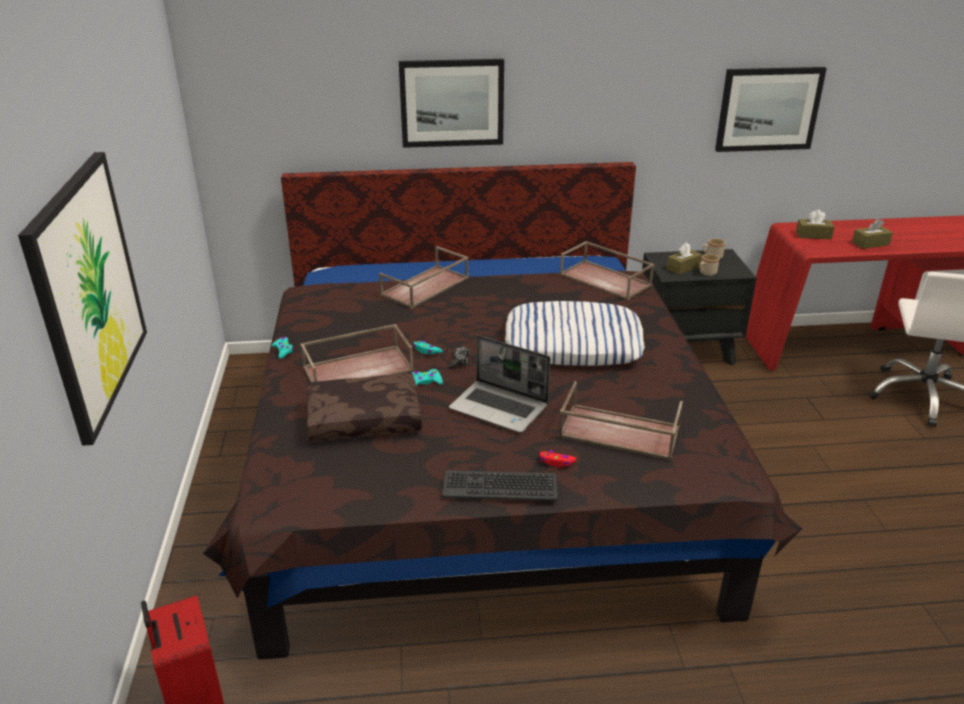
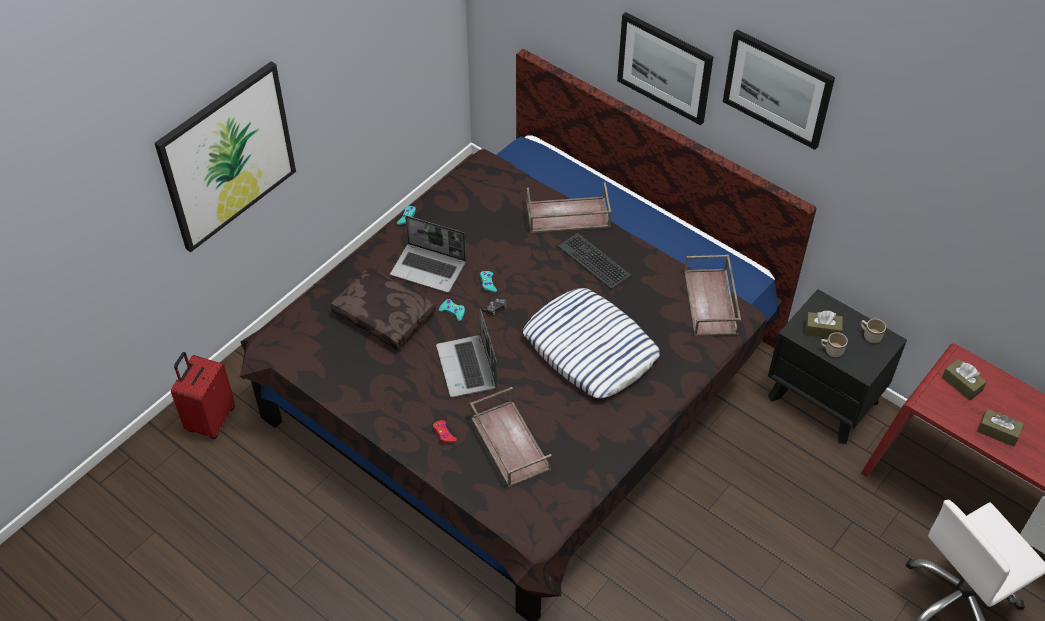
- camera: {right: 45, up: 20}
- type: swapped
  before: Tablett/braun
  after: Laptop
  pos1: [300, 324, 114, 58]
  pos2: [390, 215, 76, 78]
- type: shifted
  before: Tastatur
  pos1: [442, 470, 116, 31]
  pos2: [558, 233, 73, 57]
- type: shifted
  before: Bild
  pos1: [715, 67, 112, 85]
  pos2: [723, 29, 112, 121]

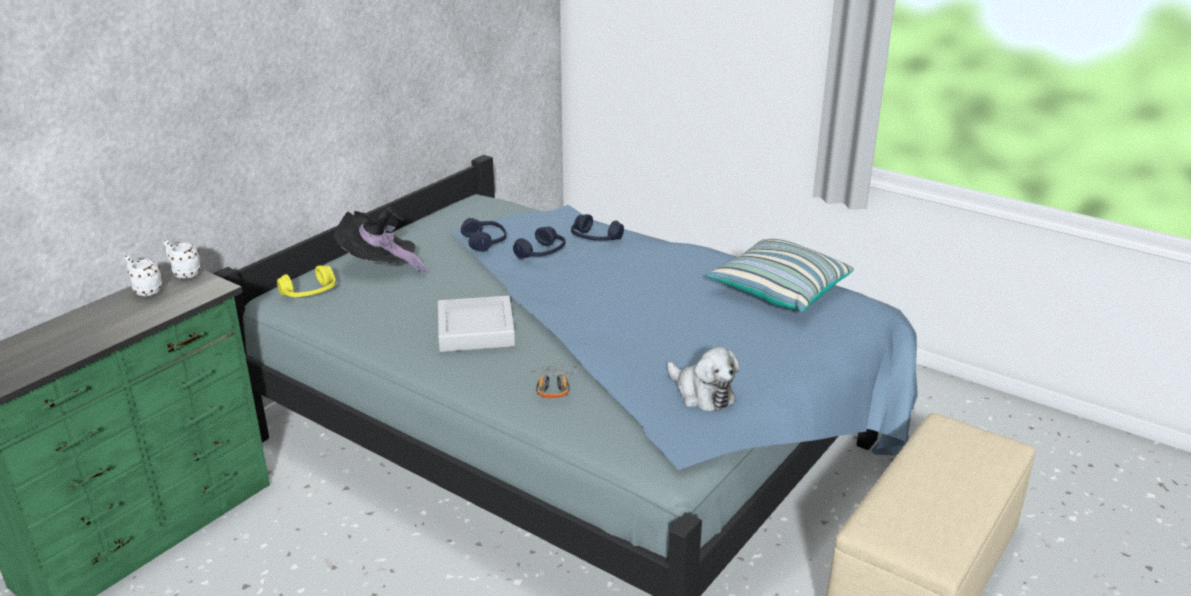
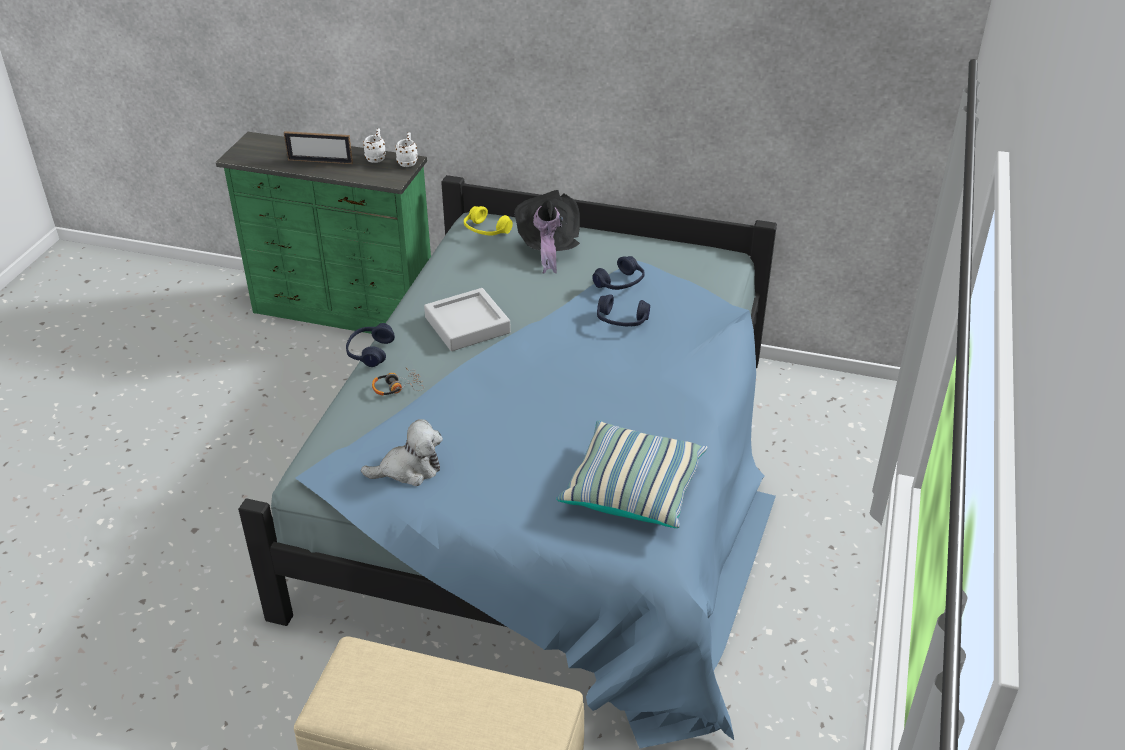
- camera: {right: 70, up: 10}
- type: new
  after: Bilderrahmen
  pos2: [284, 131, 69, 33]
- type: shifted
  before: Kopfhörer/blau
  pos1: [571, 214, 53, 27]
  pos2: [346, 323, 49, 44]
- type: rotated
  before: Plüschtier
  pos1: [667, 347, 73, 64]
  pos2: [361, 419, 82, 67]
  turn: -135

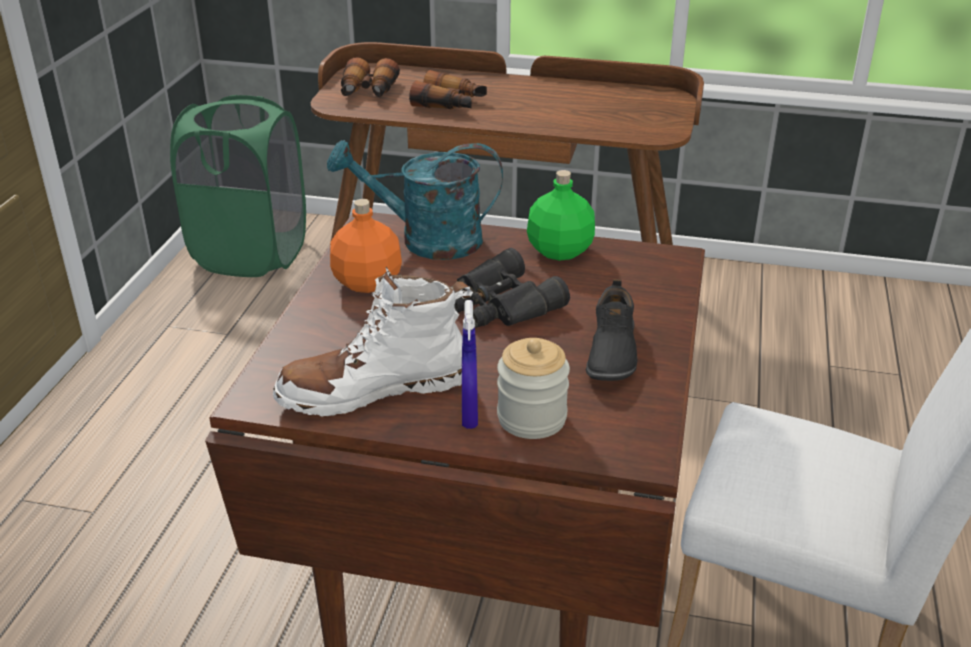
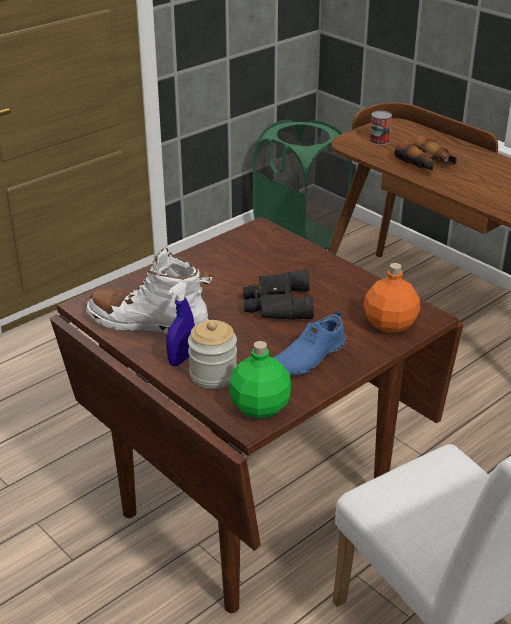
- camera: {right: 35, up: 0}
- type: shifted
  before: Flasche/grün
  pos1: [527, 170, 68, 91]
  pos2: [229, 341, 62, 77]
- type: repainted
  before: Schuh/schwarz
  after: Schuh/blau
  pos1: [586, 279, 51, 102]
  pos2: [273, 310, 73, 65]
- type: shifted
  before: Flasche/orange
  pos1: [330, 199, 72, 94]
  pos2: [363, 263, 57, 70]
- type: swapped
  before: Fernglas
  after: Dose
  pos1: [341, 57, 59, 40]
  pos2: [370, 111, 22, 34]
- type: gone
  before: Gießkanne/türkis
  pos1: [327, 140, 176, 120]

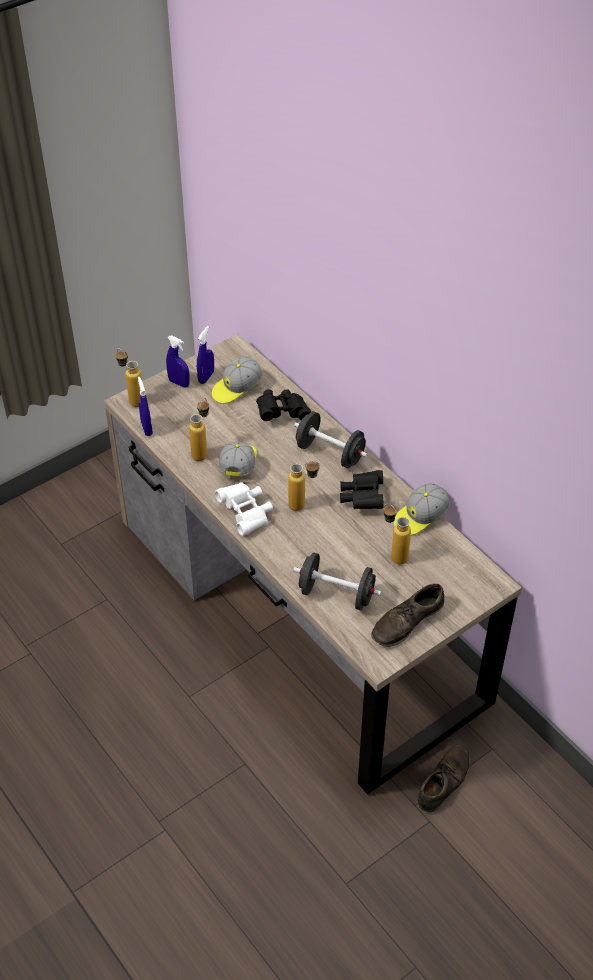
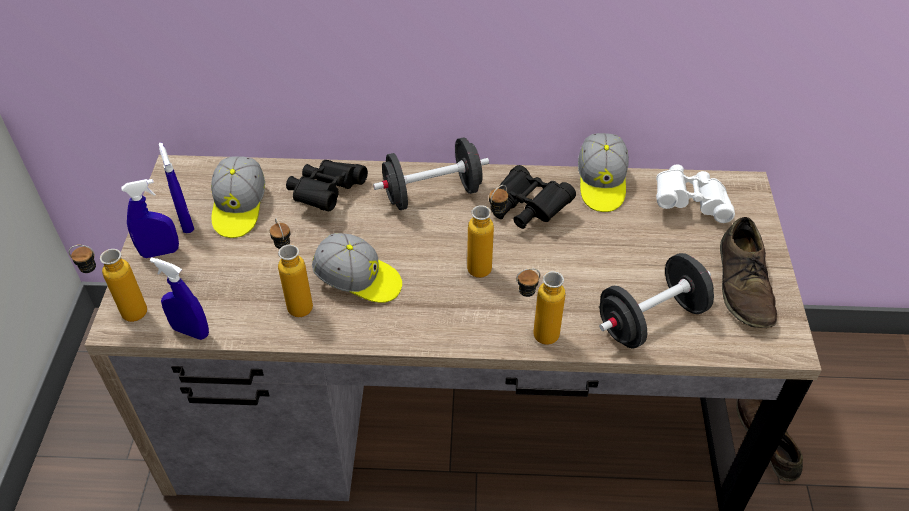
- camera: {right: -50, up: 0}
- type: rotated
  before: Kappe
  pos1: [219, 442, 38, 34]
  pos2: [312, 233, 90, 70]
  turn: 150
- type: shifted
  before: Flasche
  pos1: [384, 504, 27, 60]
  pos2: [516, 268, 49, 77]
- type: shifted
  before: Fernglas/weiß
  pos1: [215, 482, 58, 54]
  pos2: [656, 164, 79, 59]

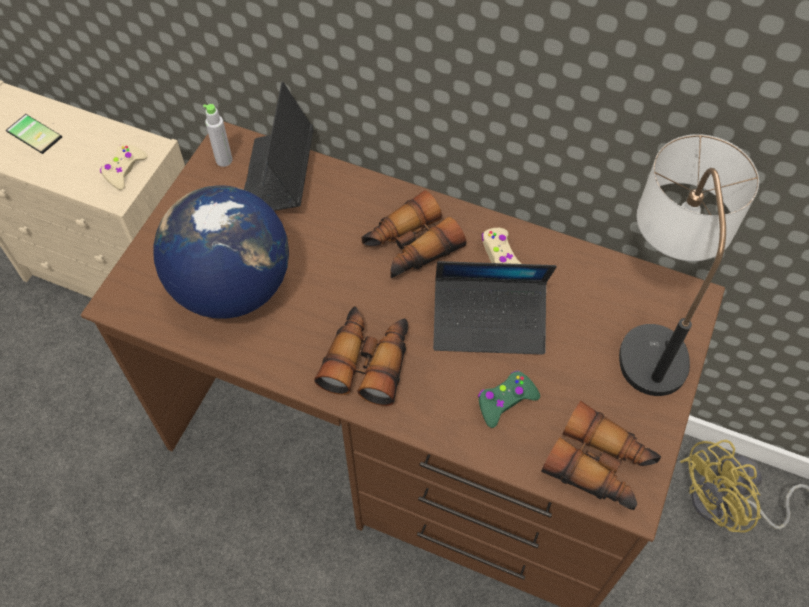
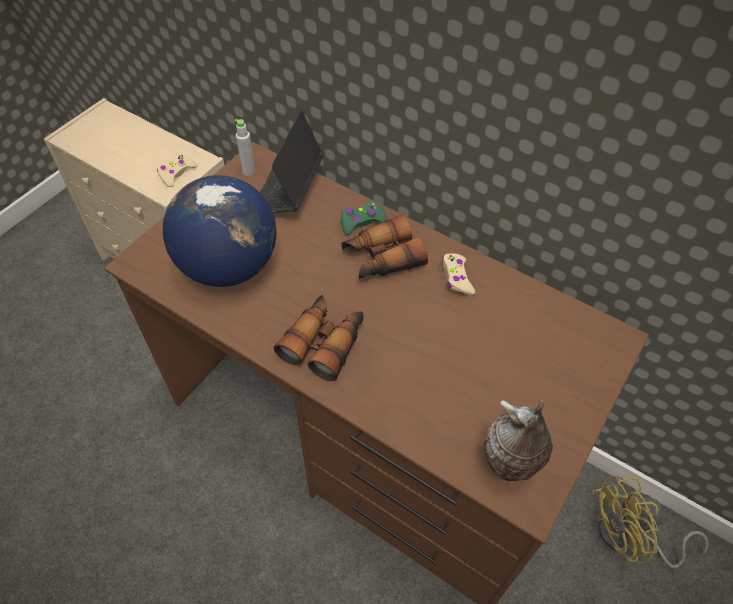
- camera: {right: 10, up: -5}
- type: shifted
  before: Gamepad/grün
  pos1: [478, 371, 62, 57]
  pos2: [341, 201, 47, 34]
- type: swapped
  before: Fernglas
  after: Vase
  pos1: [541, 401, 120, 109]
  pos2: [484, 400, 69, 81]
- type: gone
  before: Handy
  pos1: [6, 114, 56, 40]
- type: gone
  before: Laptop
  pos1: [433, 261, 124, 94]
- type: gone
  before: Tischlampe
  pos1: [619, 134, 140, 262]

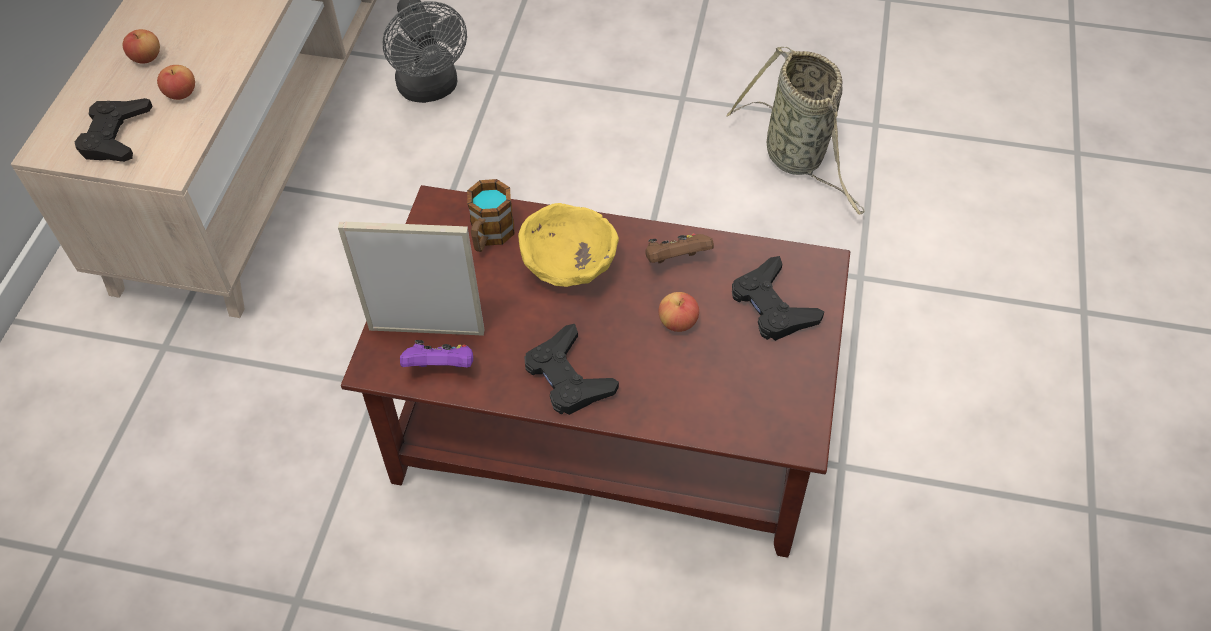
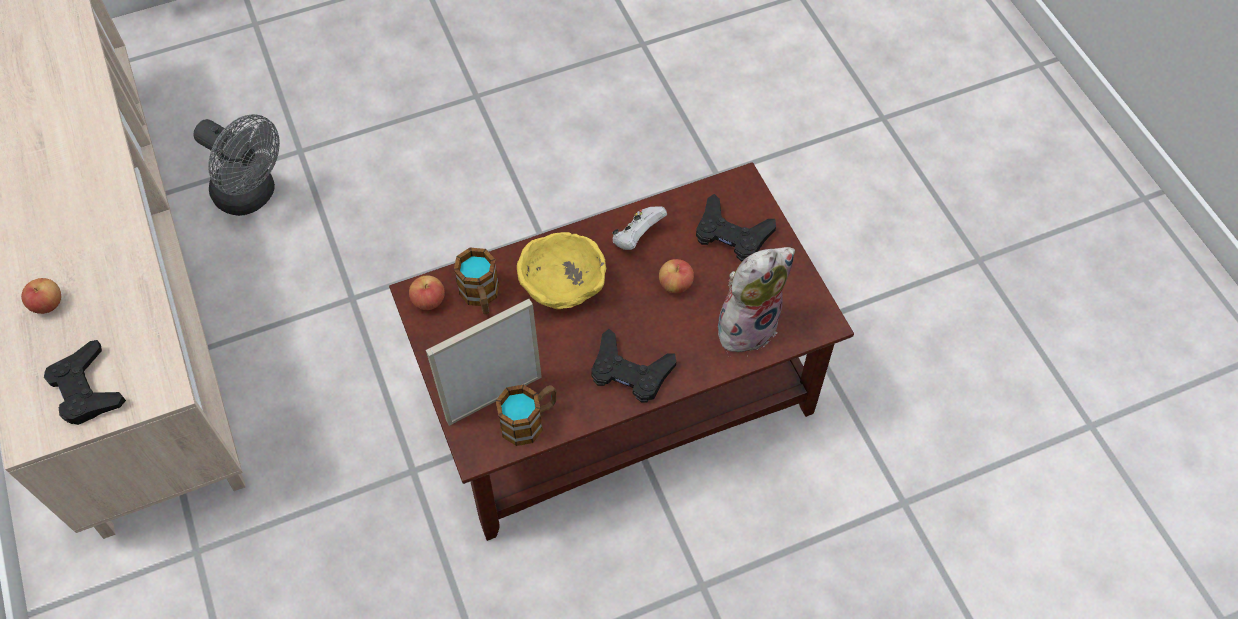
- camera: {right: -35, up: 5}
- type: shifted
  before: Apfel
  pos1: [157, 65, 38, 35]
  pos2: [409, 276, 36, 34]
- type: swapped
  before: Gamepad/lila
  after: Henkelbecher
  pos1: [400, 340, 73, 28]
  pos2: [496, 384, 60, 62]
- type: repainted
  before: Gamepad/braun
  after: Gamepad/weiß
  pos1: [645, 233, 69, 30]
  pos2: [612, 207, 55, 43]
- type: new
  after: Plüschtier
  pos2: [718, 247, 77, 105]
- type: gone
  before: Korb
  pos1: [726, 47, 139, 168]

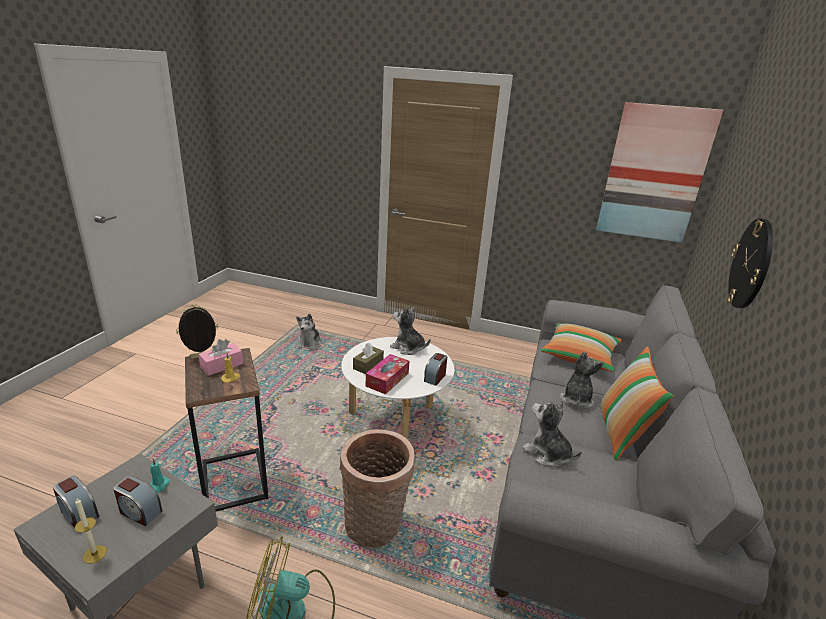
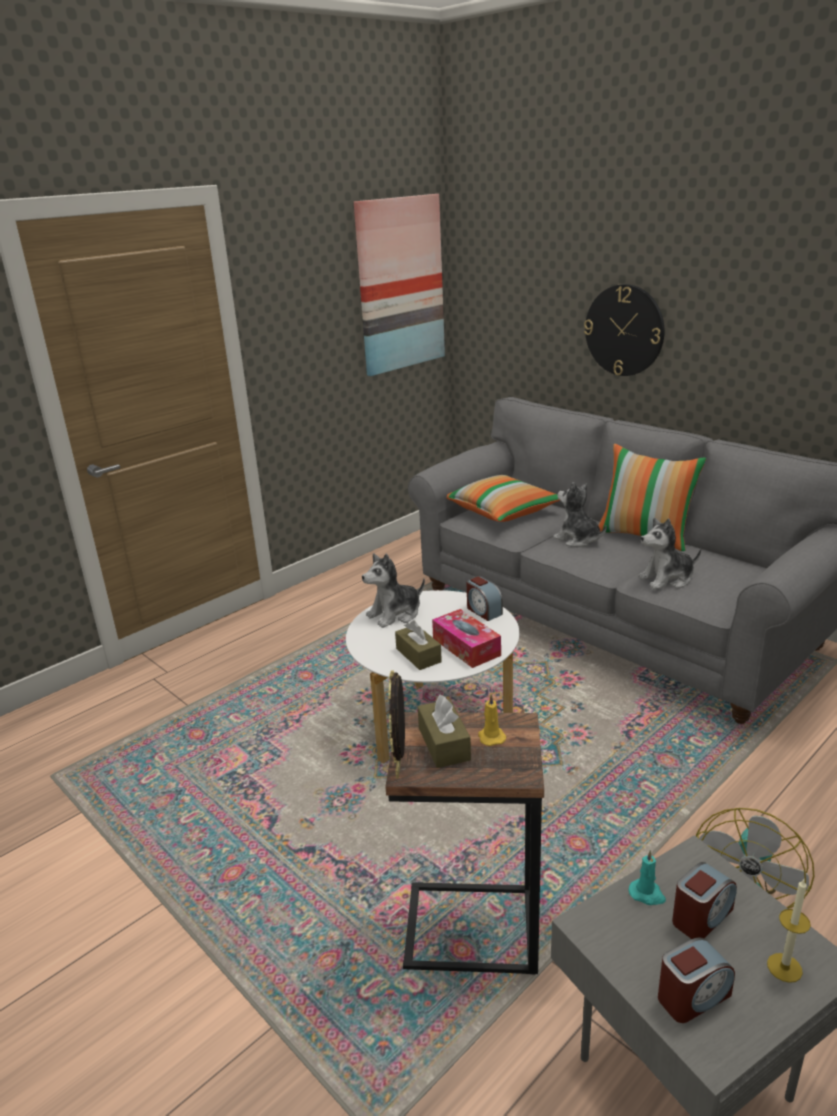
- camera: {right: -60, up: 0}
- type: repainted
  before: Taschentuchbox/rosa
  after: Taschentuchbox/braun
  pos1: [198, 339, 45, 37]
  pos2: [418, 694, 53, 74]
- type: gone
  before: Plüschtier
  pos1: [296, 314, 25, 36]
- type: gone
  before: Korb
  pos1: [339, 429, 76, 119]

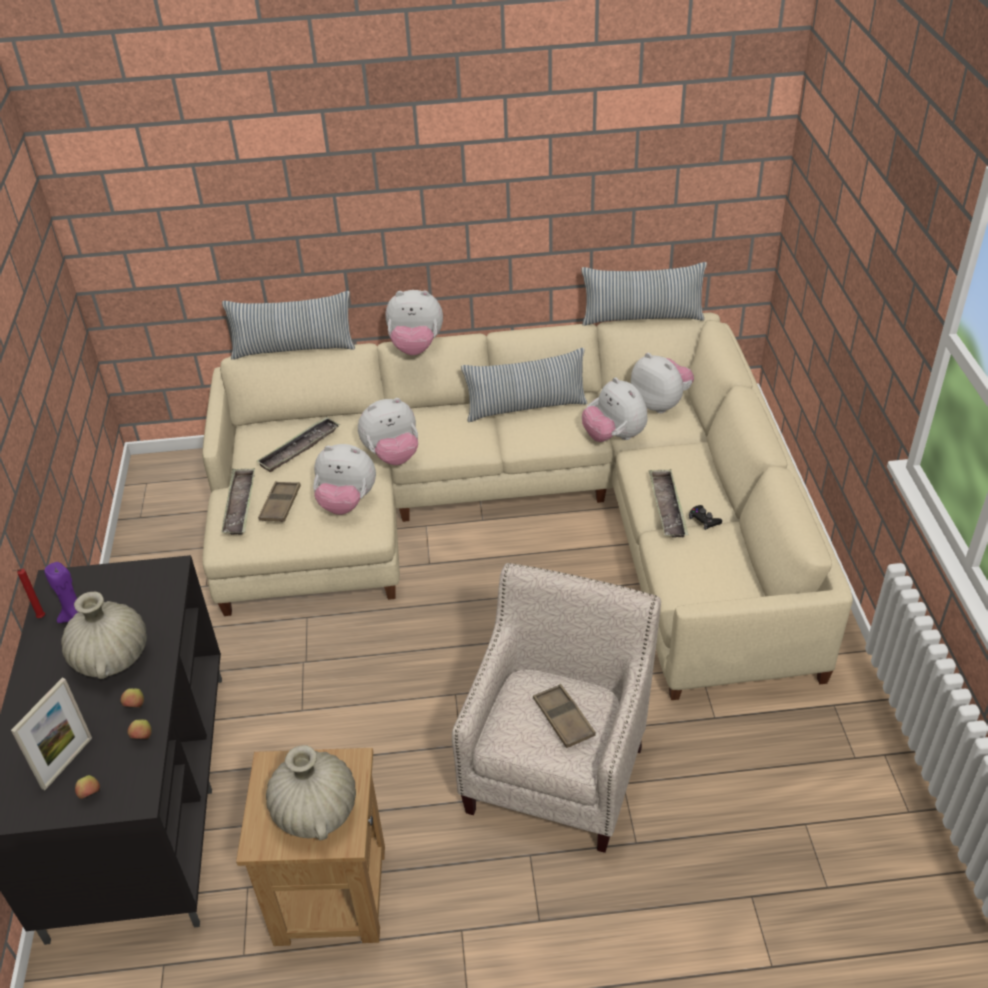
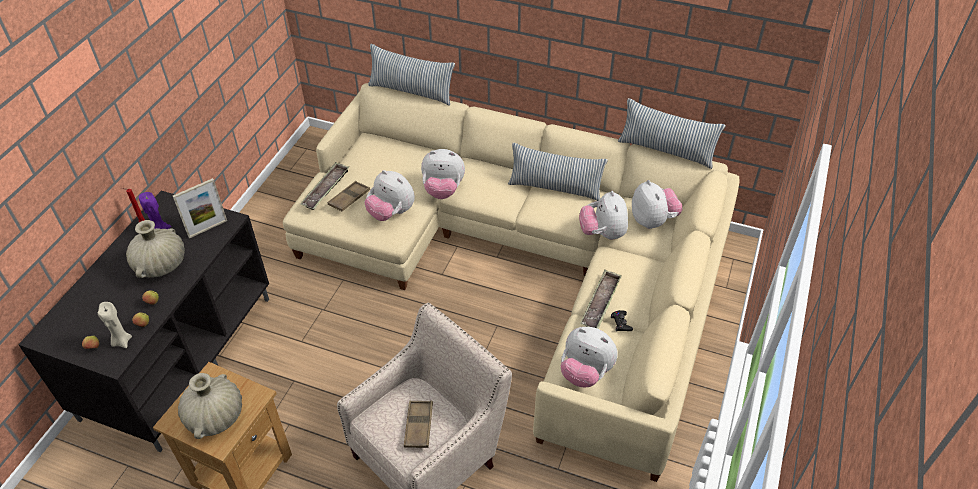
- camera: {right: 25, up: 5}
- type: new
  after: Kerze/beige
  pos2: [98, 302, 34, 46]
- type: shifted
  before: Bilderrahmen
  pos1: [11, 678, 81, 112]
  pos2: [173, 178, 54, 60]
- type: shifted
  before: Plüschtier
  pos1: [386, 290, 57, 65]
  pos2: [561, 327, 56, 61]
- type: gone
  before: Tablett
  pos1: [257, 417, 83, 55]

